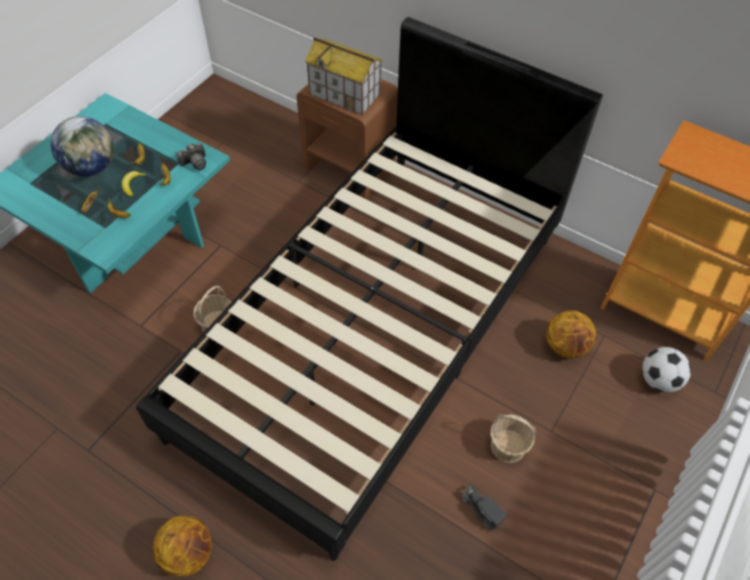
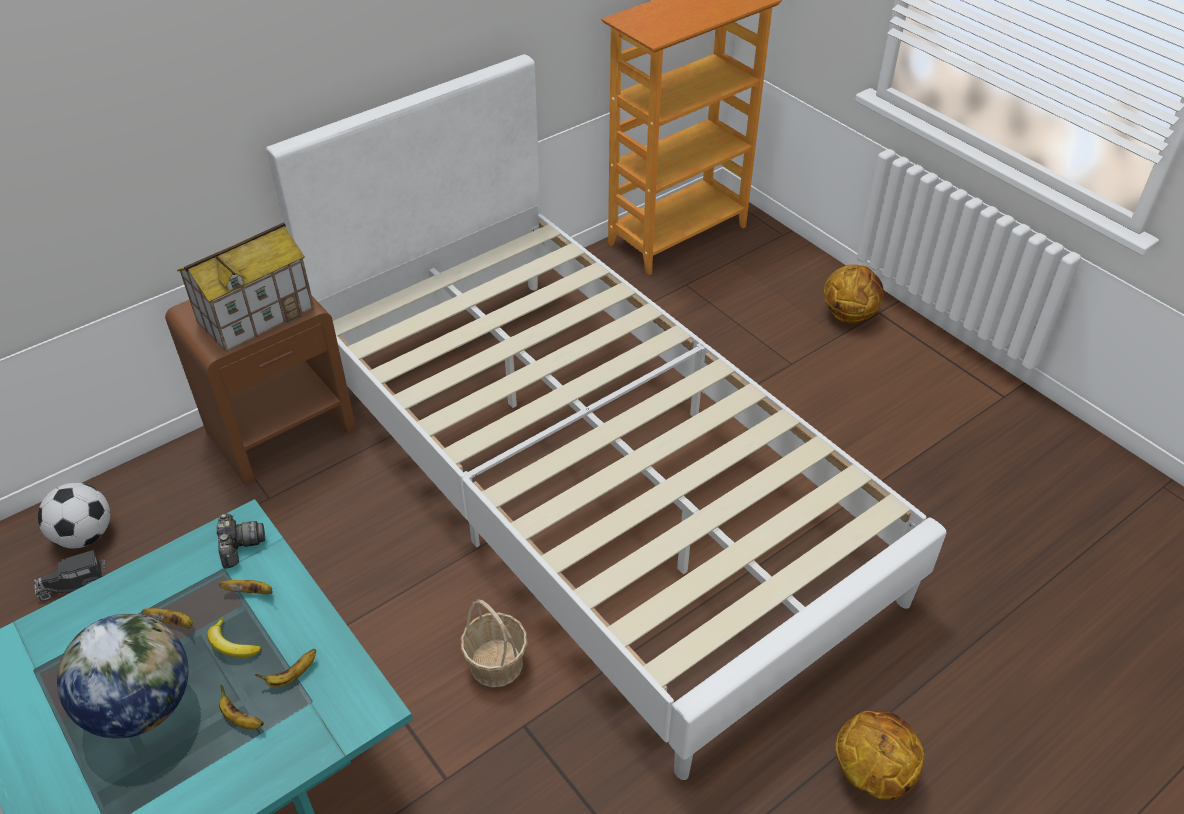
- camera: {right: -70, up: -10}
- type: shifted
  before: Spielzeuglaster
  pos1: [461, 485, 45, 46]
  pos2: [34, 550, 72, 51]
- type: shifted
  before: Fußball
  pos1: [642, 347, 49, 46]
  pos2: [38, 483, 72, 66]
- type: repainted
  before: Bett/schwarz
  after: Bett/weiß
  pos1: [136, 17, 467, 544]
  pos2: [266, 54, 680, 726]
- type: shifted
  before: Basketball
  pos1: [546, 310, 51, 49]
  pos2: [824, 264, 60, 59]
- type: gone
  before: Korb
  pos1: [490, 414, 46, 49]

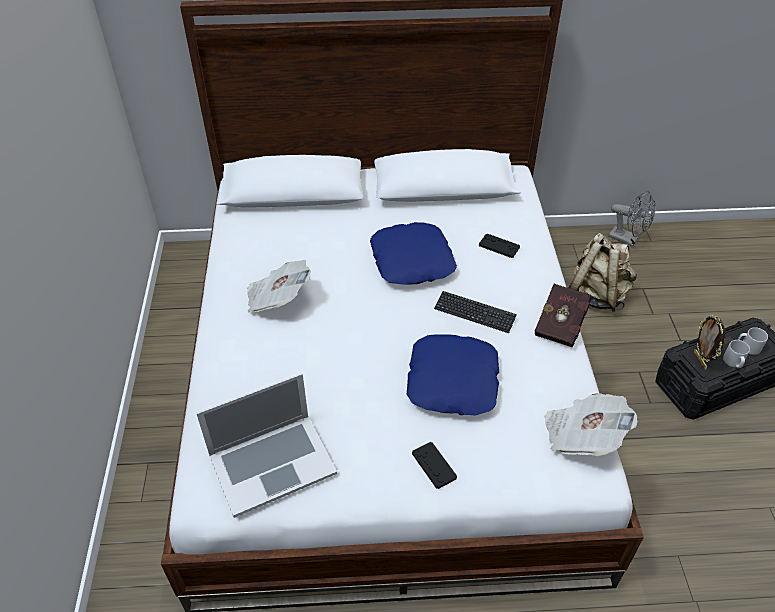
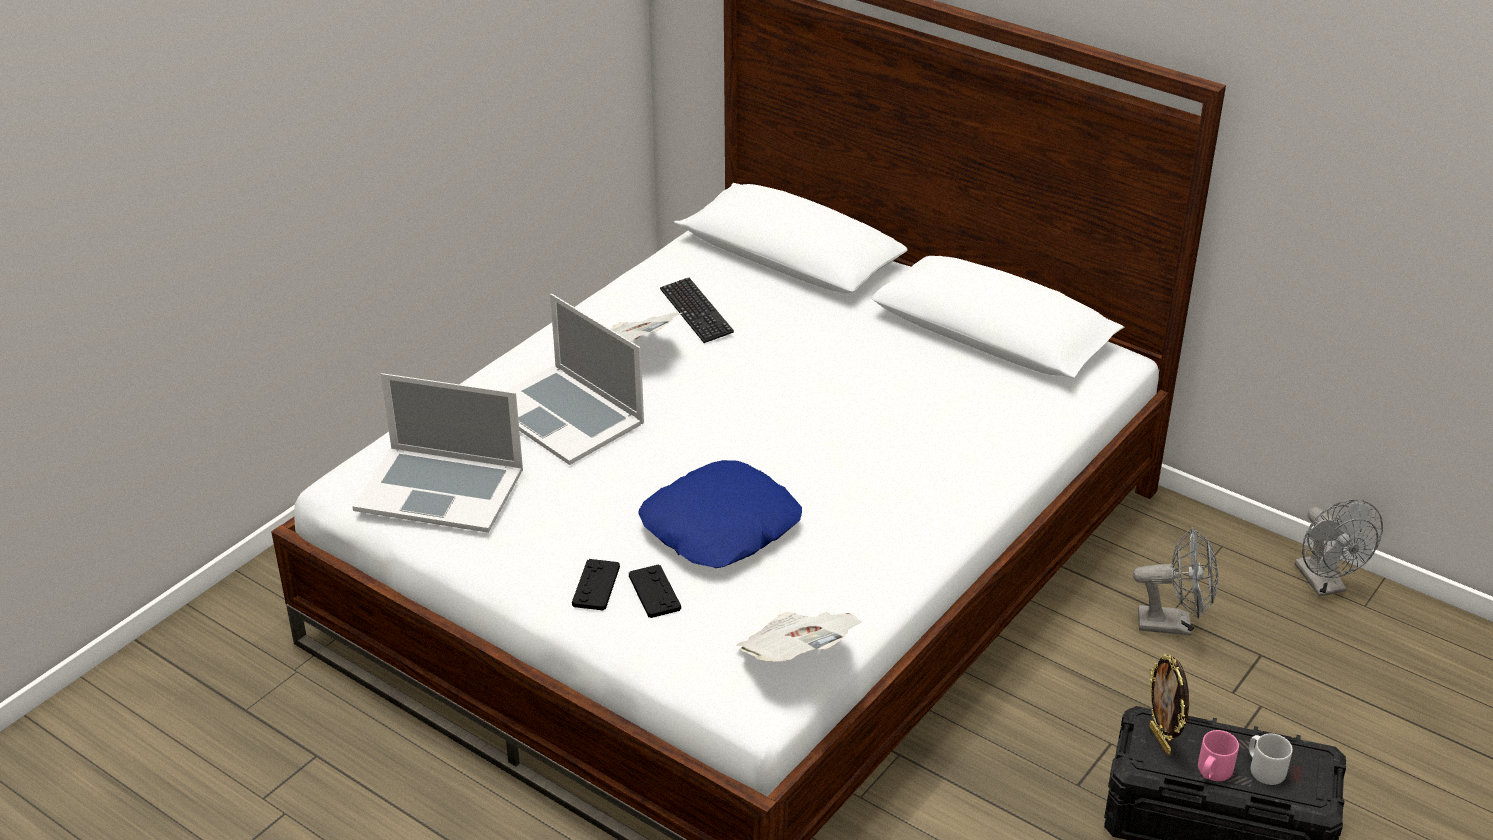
- camera: {right: 40, up: -10}
- type: new
  after: Laptop
  pos2: [506, 294, 138, 171]
- type: shifted
  before: Gamepad/schwarz
  pos1: [479, 234, 41, 24]
  pos2: [629, 564, 52, 54]
- type: shifted
  before: Tastatur
  pos1: [434, 291, 83, 42]
  pos2: [660, 278, 74, 65]
- type: swapped
  before: Rucksack/beige
  after: Ventilator/grau
  pos1: [569, 233, 68, 79]
  pos2: [1133, 527, 85, 109]
- type: rotated
  before: Bilderrahmen
  pos1: [694, 314, 31, 55]
  pos2: [1149, 654, 40, 101]
  turn: -45
- type: repainted
  before: Henkelbecher/grau
  after: Henkelbecher/rosa
  pos1: [723, 340, 27, 28]
  pos2: [1198, 730, 41, 51]
- type: gone
  before: Kissen/blau
  pos1: [370, 222, 87, 63]
- type: gone
  before: Buch/rot
  pos1: [534, 284, 58, 63]

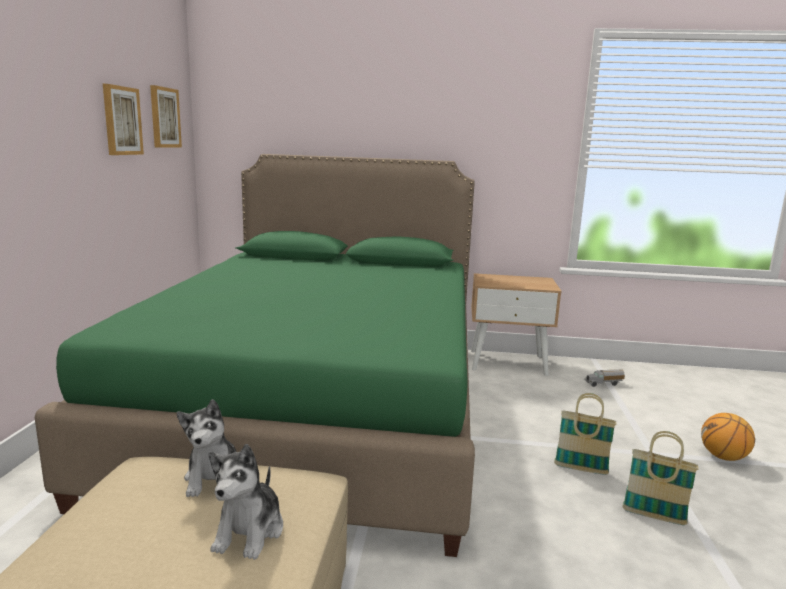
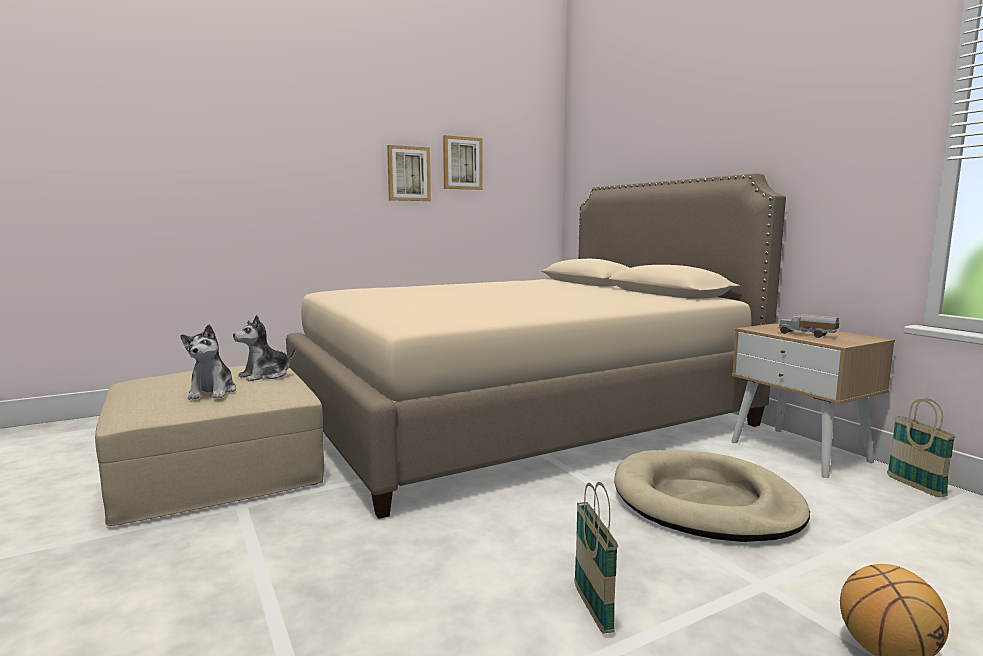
- camera: {right: 55, up: -5}
- type: rotated
  before: Plüschtier
  pos1: [209, 444, 74, 116]
  pos2: [181, 324, 55, 76]
  turn: -75
- type: repainted
  before: Bett/grün
  after: Bett/beige
  pos1: [35, 154, 440, 403]
  pos2: [286, 173, 500, 346]
- type: shifted
  before: Bild
  pos1: [150, 85, 32, 63]
  pos2: [387, 145, 44, 56]
- type: new
  after: Hundebett/beige
  pos2: [614, 450, 196, 92]
- type: shifted
  before: Spielzeuglaster
  pos1: [584, 369, 41, 18]
  pos2: [778, 314, 61, 24]
- type: shifted
  before: Korb
  pos1: [554, 393, 62, 82]
  pos2: [887, 399, 69, 98]

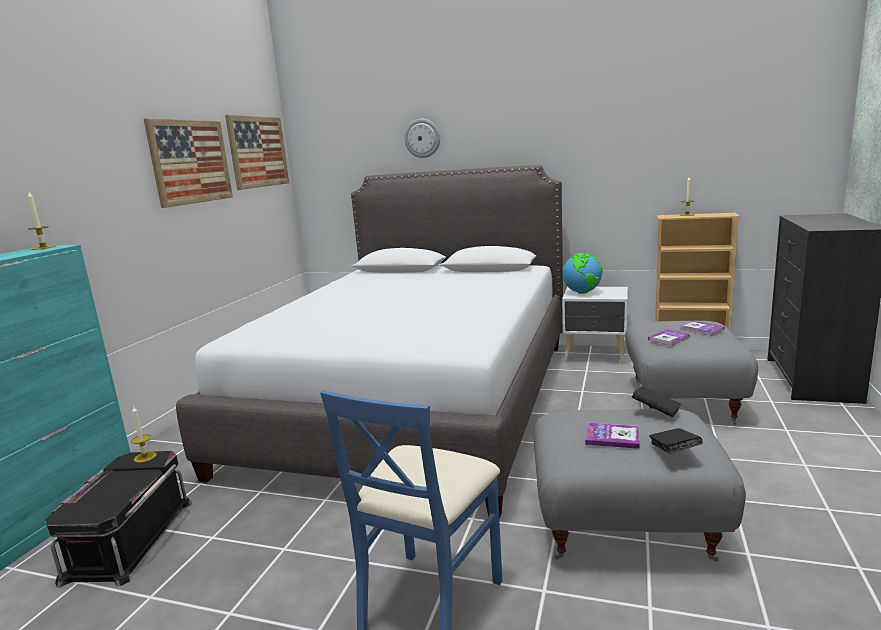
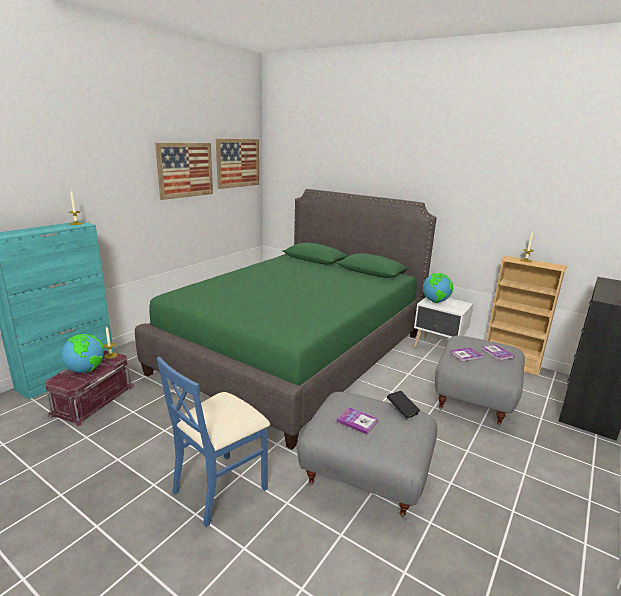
- camera: {right: 15, up: 5}
- type: repainted
  before: Aufbewahrungsbox/schwarz
  after: Aufbewahrungsbox/rot
  pos1: [45, 451, 148, 137]
  pos2: [45, 351, 89, 75]
- type: new
  after: Globus
  pos2: [61, 334, 43, 39]
- type: repainted
  before: Bett/weiß
  after: Bett/grün
  pos1: [176, 165, 387, 354]
  pos2: [135, 189, 302, 261]
- type: gone
  before: Wanduhr
  pos1: [404, 119, 36, 39]
- type: gone
  before: Buch/schwarz
  pos1: [649, 428, 54, 26]

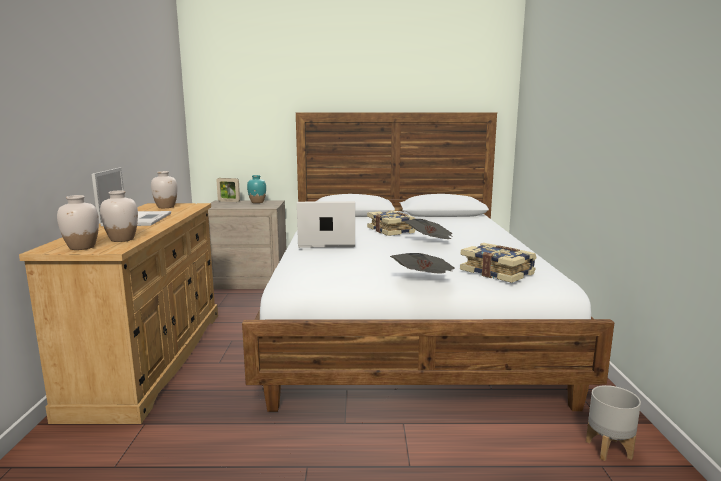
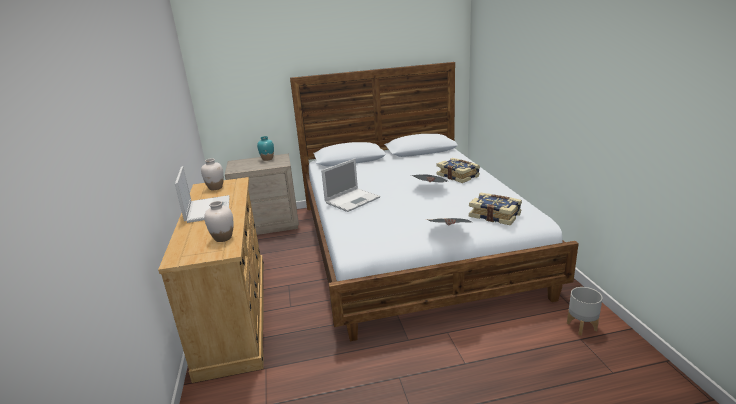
- camera: {right: -10, up: 10}
- type: rotated
  before: Laptop
  pos1: [297, 201, 58, 47]
  pos2: [321, 159, 59, 53]
  turn: 150
- type: shifted
  before: Buch
  pos1: [367, 210, 48, 26]
  pos2: [437, 158, 43, 25]
- type: gone
  before: Vase/weiß
  pos1: [57, 195, 42, 55]
- type: gone
  before: Bilderrahmen
  pos1: [216, 178, 24, 24]

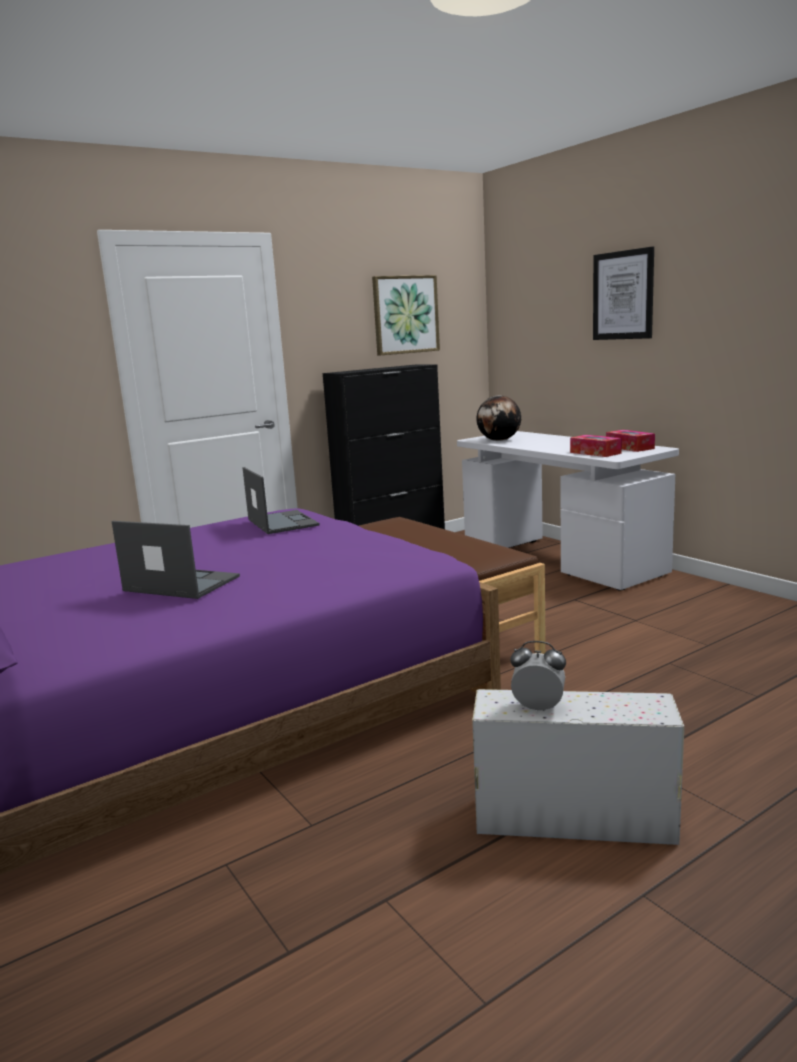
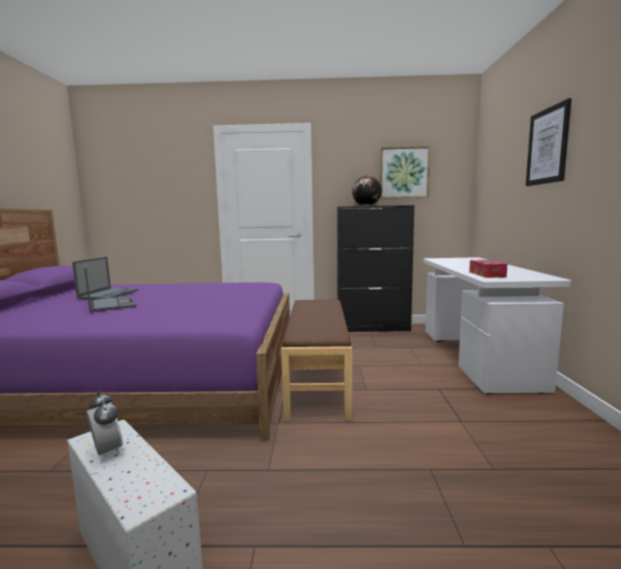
- camera: {right: 35, up: -5}
- type: shifted
  before: Laptop
  pos1: [242, 467, 78, 67]
  pos2: [72, 257, 67, 42]
- type: shifted
  before: Globus
  pos1: [477, 395, 44, 46]
  pos2: [352, 176, 30, 30]
- type: gone
  before: Taschentuchbox
  pos1: [606, 430, 49, 22]

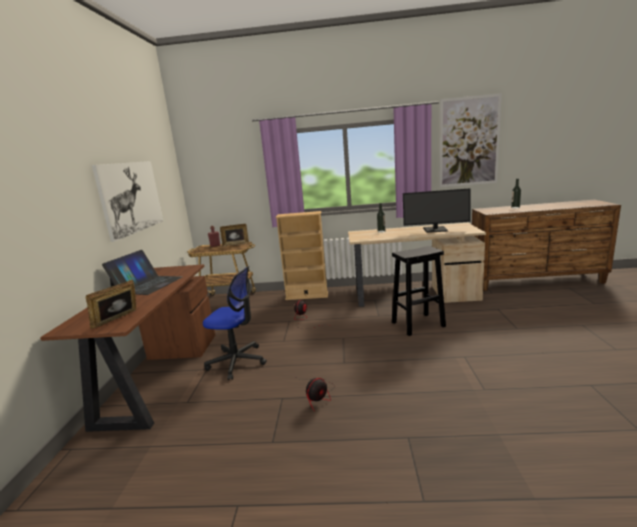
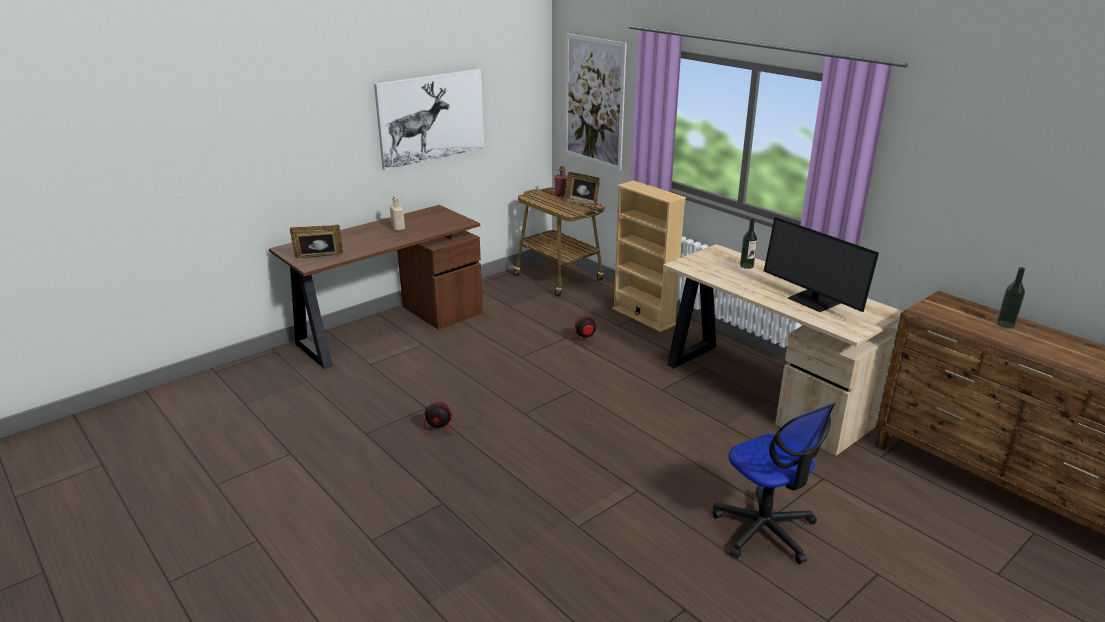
- camera: {right: 45, up: 10}
- type: swapped
  before: Laptop
  after: Flasche/beige
  pos1: [102, 250, 80, 45]
  pos2: [390, 195, 15, 36]
- type: shifted
  before: Bild
  pos1: [439, 93, 63, 94]
  pos2: [565, 33, 62, 137]
- type: shifted
  before: Bürostuhl
  pos1: [203, 266, 64, 114]
  pos2: [712, 403, 124, 161]
- type: gone
  before: Hocker/schwarz
  pos1: [392, 246, 54, 90]

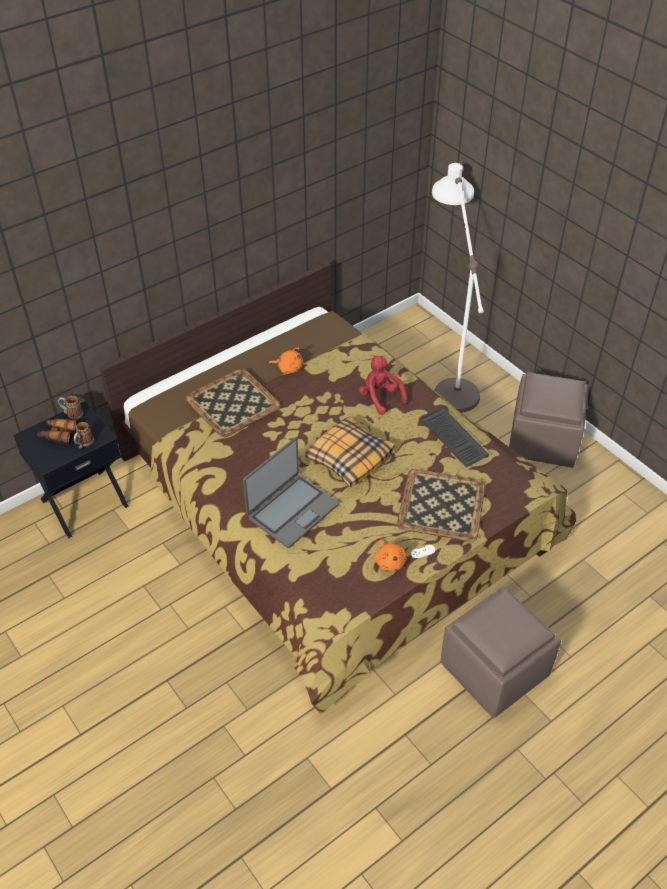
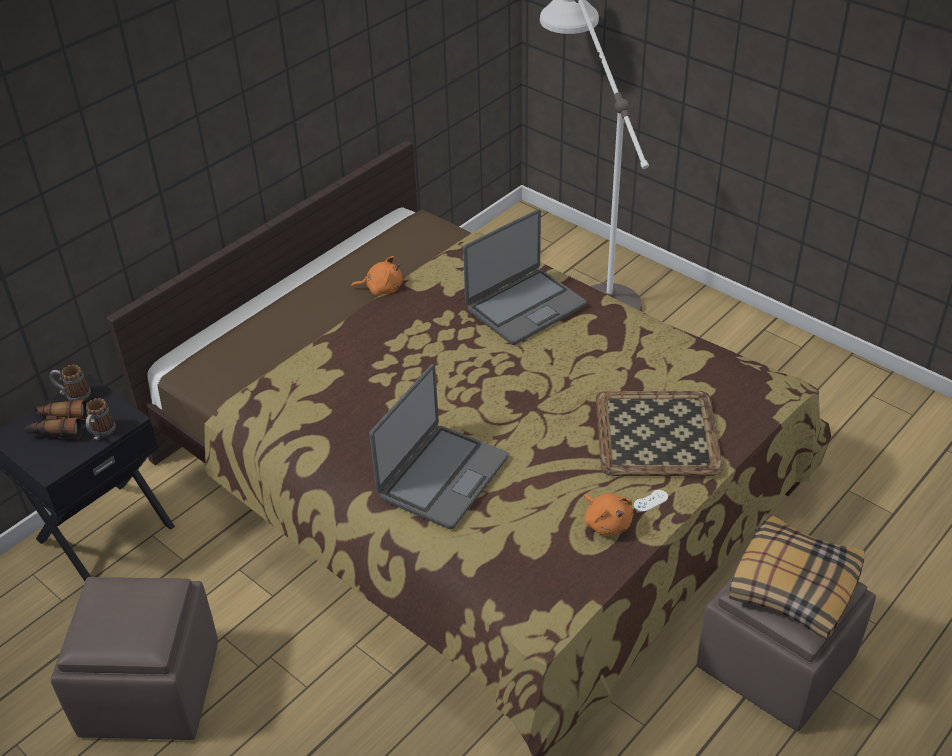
- camera: {right: -10, up: -5}
- type: shifted
  before: Polsterhocker/braun
  pos1: [509, 372, 79, 96]
  pos2: [51, 577, 167, 163]
- type: swapped
  before: Plüschtier/rot
  after: Laptop
  pos1: [359, 356, 48, 59]
  pos2: [463, 209, 123, 136]
- type: shifted
  before: Kissen
  pos1: [305, 417, 90, 70]
  pos2: [729, 515, 135, 124]
- type: gone
  before: Tablett
  pos1: [186, 368, 95, 69]
- type: gone
  before: Tastatur
  pos1: [420, 407, 70, 60]

